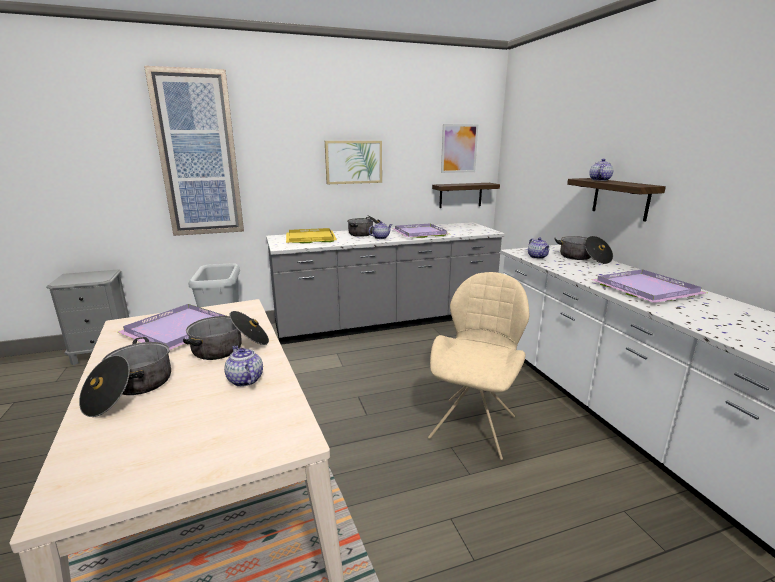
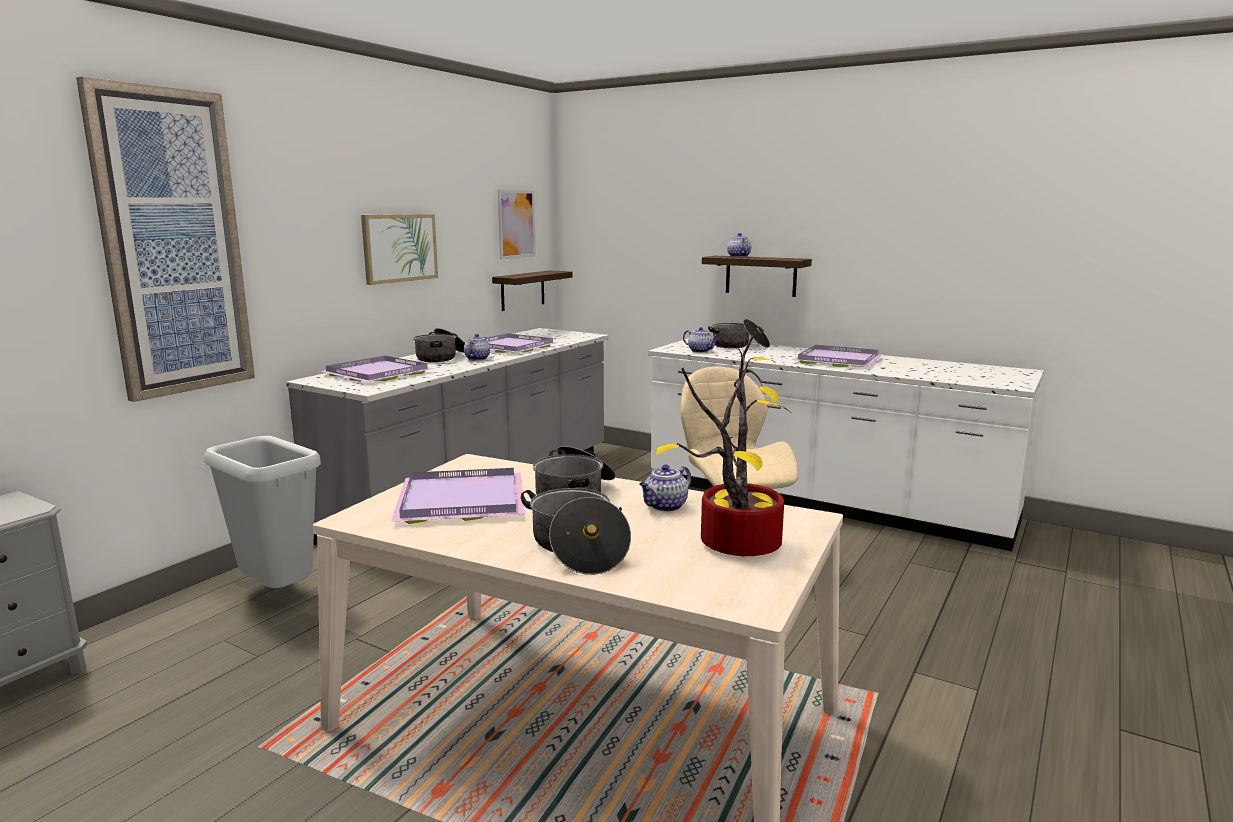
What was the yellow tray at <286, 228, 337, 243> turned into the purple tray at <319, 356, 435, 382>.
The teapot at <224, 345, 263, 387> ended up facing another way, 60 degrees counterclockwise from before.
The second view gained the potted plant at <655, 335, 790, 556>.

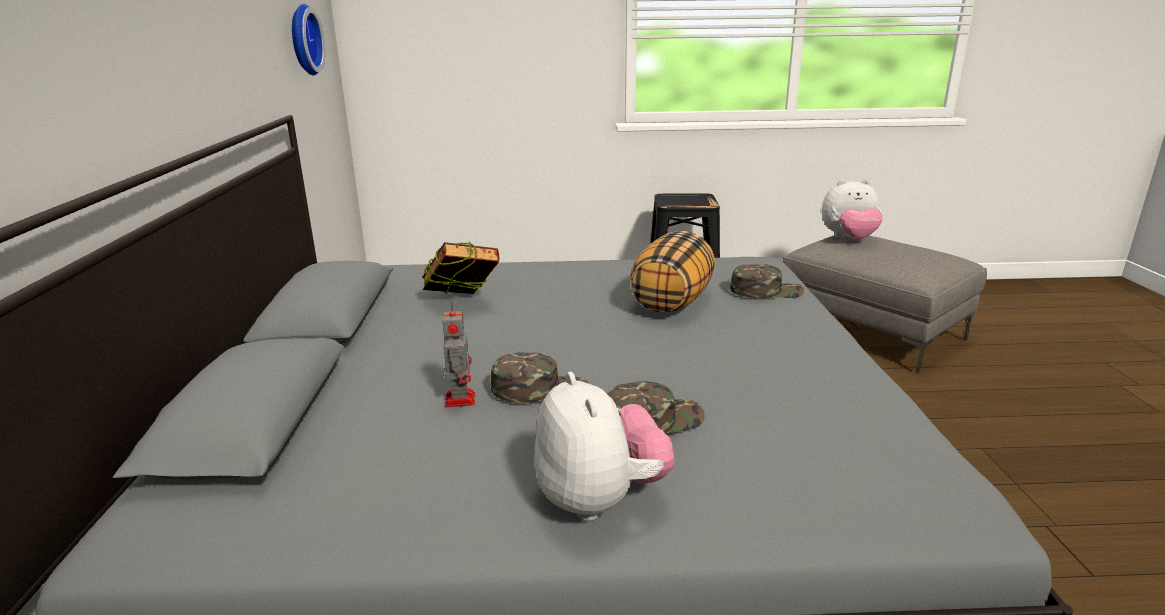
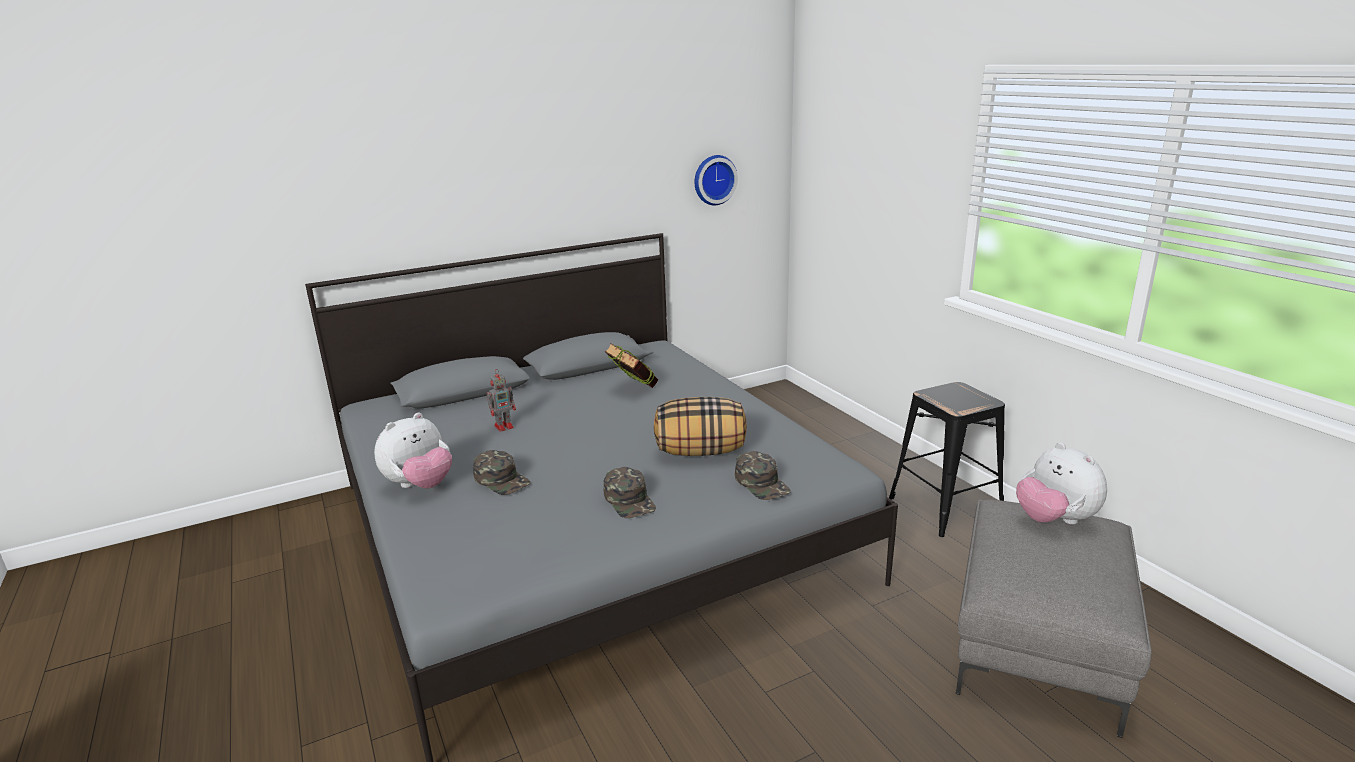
The green cap ended up elsewhere, having gone from <491, 352, 588, 403> to <603, 467, 656, 518>.

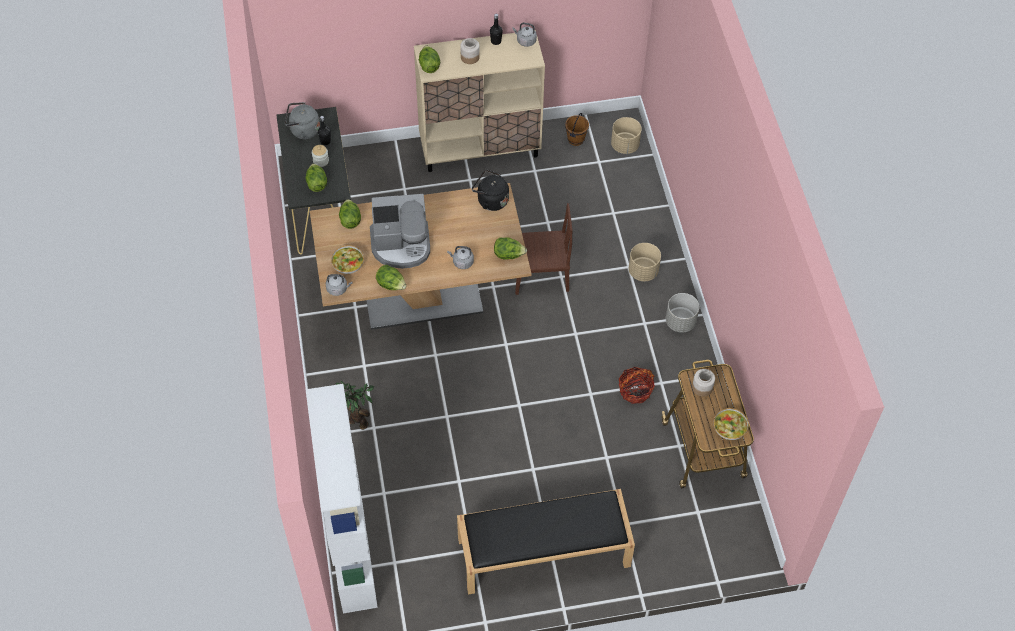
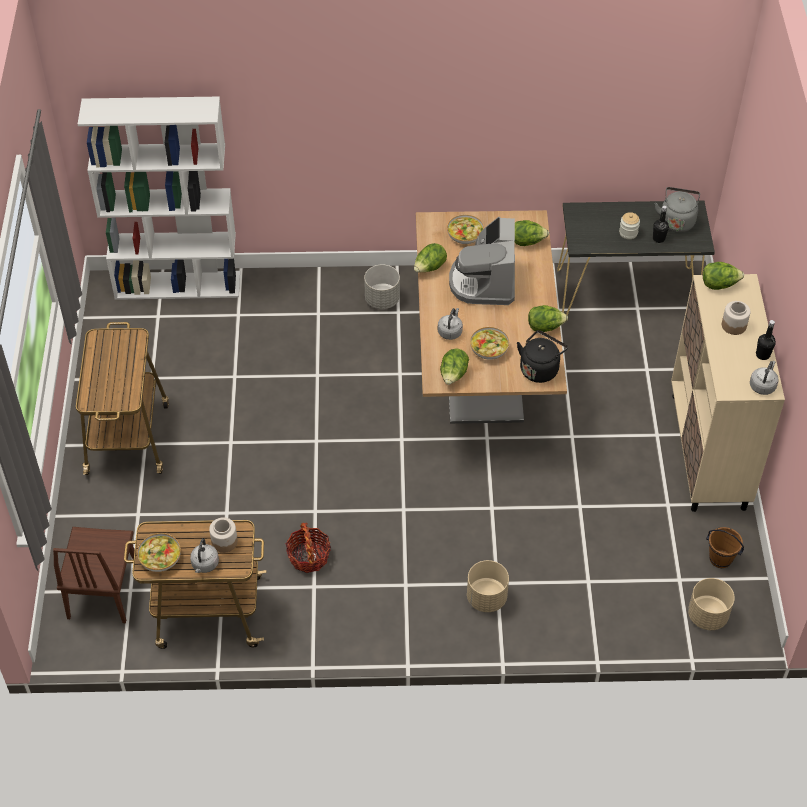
The lettuce ended up elsewhere, having gone from <305, 163, 327, 192> to <528, 305, 568, 332>.
The brown chair ended up elsewhere, having gone from <515, 203, 573, 295> to <53, 527, 135, 623>.
The grey kettle ended up elsewhere, having gone from <325, 274, 353, 296> to <190, 538, 219, 573>.
The grey planter ended up elsewhere, having gone from <666, 293, 699, 333> to <364, 264, 400, 309>.
The second view lost the potted plant at <335, 381, 374, 430>.
Where the black bench stood at <457, 489, 635, 595>, the cart came to stand at <76, 322, 169, 475>.
The second view gained the bowl at <470, 327, 509, 360>.

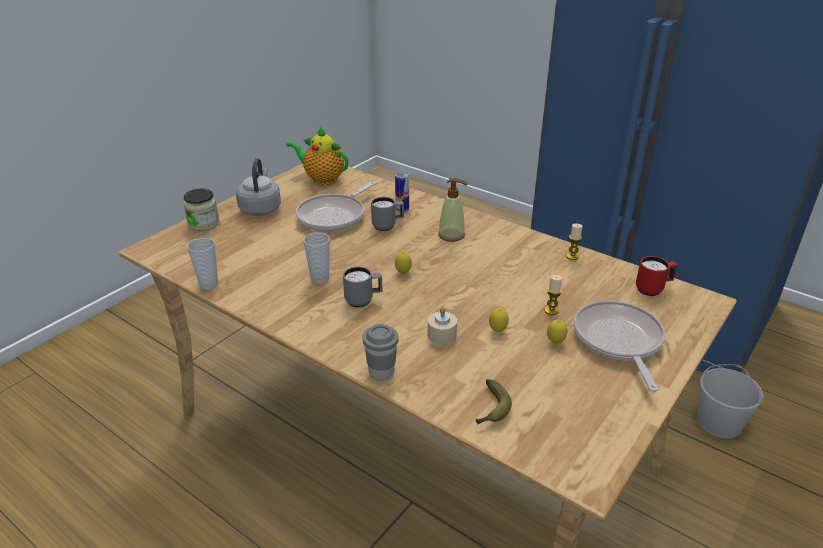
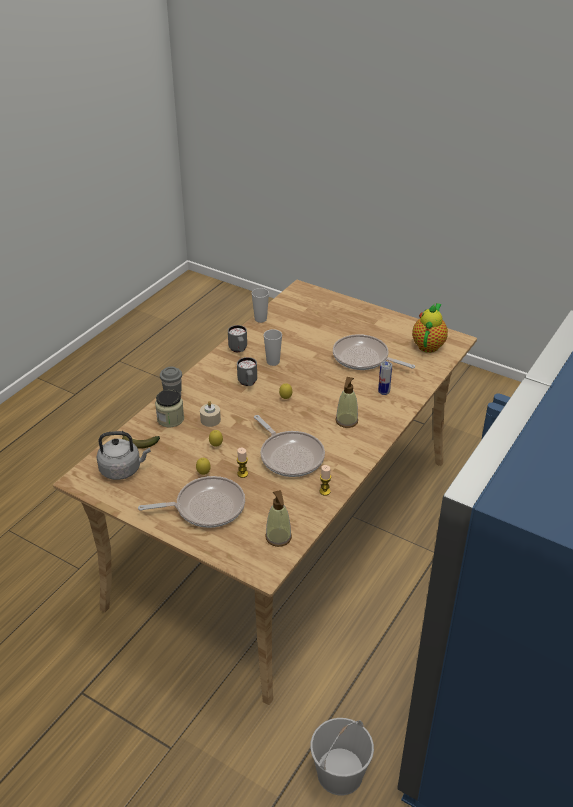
The grey kettle ended up elsewhere, having gone from <236, 158, 281, 216> to <97, 431, 151, 480>.
The jar ended up elsewhere, having gone from <183, 189, 220, 231> to <155, 389, 184, 427>.
The grey mug ended up elsewhere, having gone from <371, 197, 404, 231> to <228, 325, 247, 352>.
Where the red mug stood at <636, 256, 677, 296>, the soap dispenser came to stand at <265, 490, 292, 547>.
The second view gained the frying pan at <254, 415, 325, 477>.

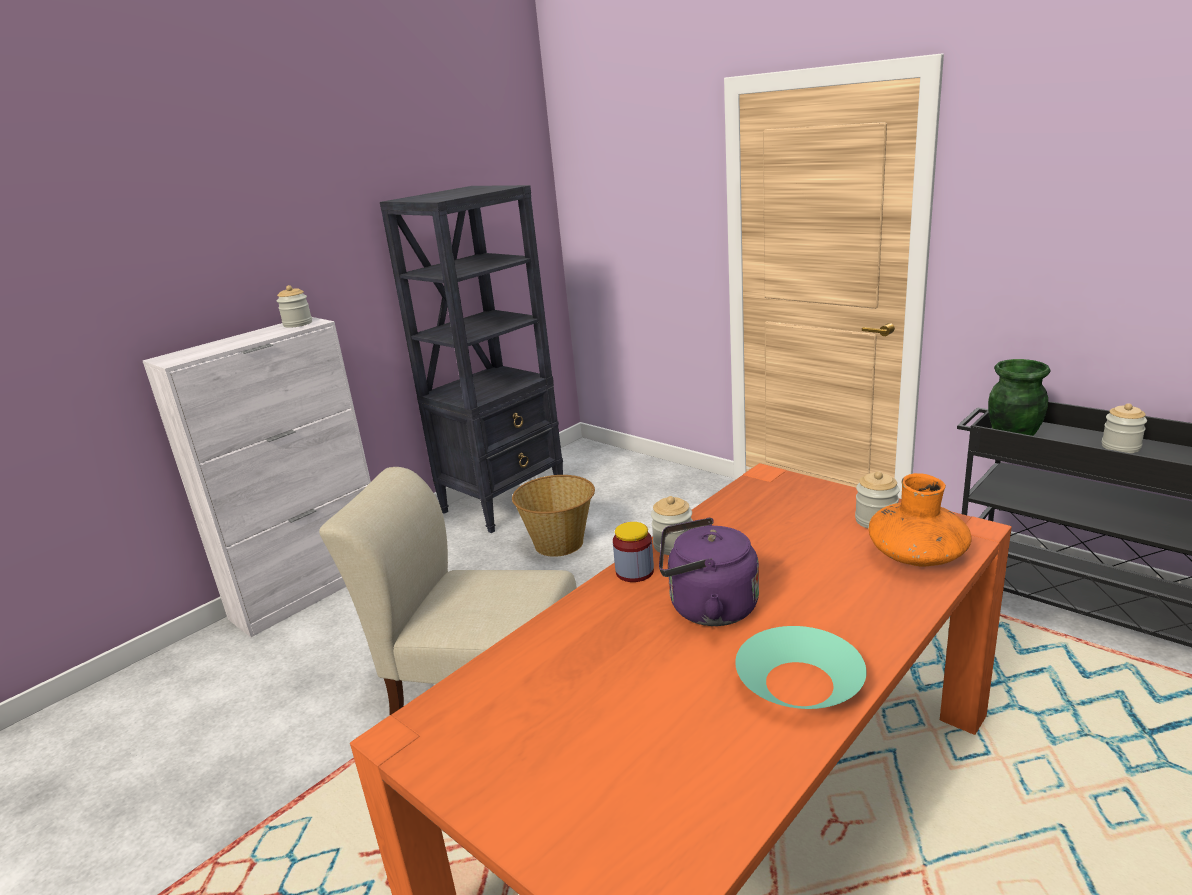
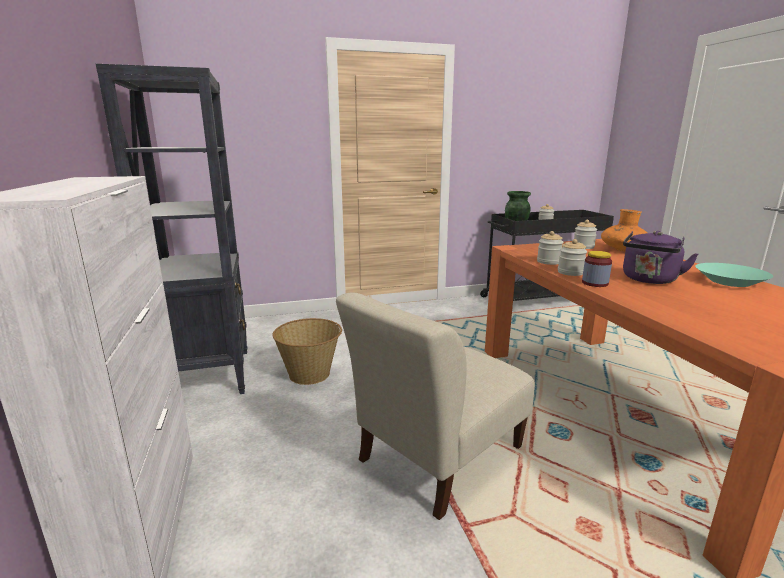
The jar ended up elsewhere, having gone from <277, 285, 312, 328> to <537, 231, 564, 265>.

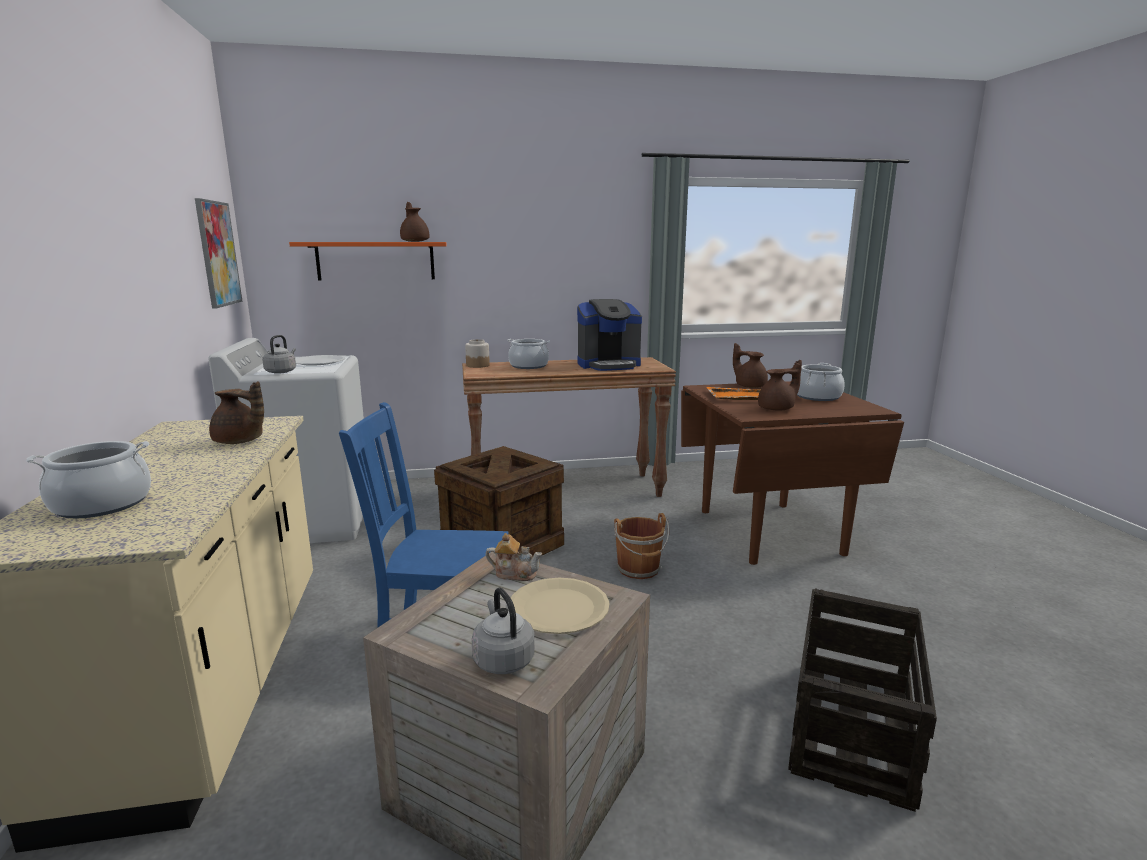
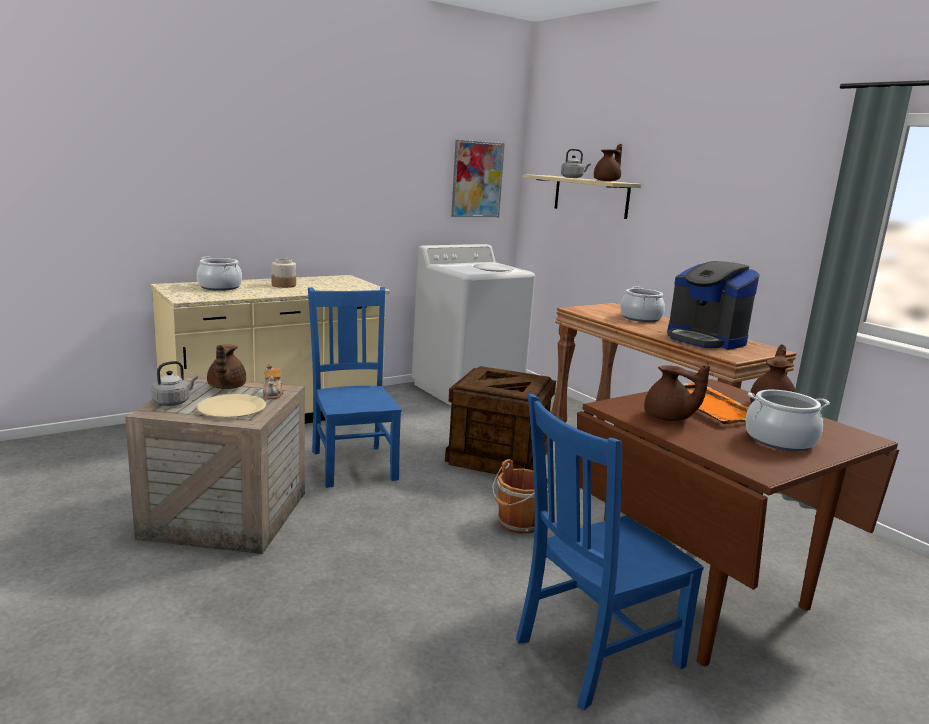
What was the orange shelf at <289, 242, 447, 280> turned into the beige shelf at <523, 174, 641, 219>.
The grey kettle ended up elsewhere, having gone from <262, 335, 296, 374> to <561, 149, 591, 178>.
The jar ended up elsewhere, having gone from <465, 339, 490, 368> to <271, 258, 296, 288>.
The brown teapot ended up elsewhere, having gone from <209, 381, 264, 444> to <207, 344, 246, 389>.
The second view lost the crate at <788, 588, 937, 812>.
The second view gained the blue chair at <516, 394, 704, 710>.

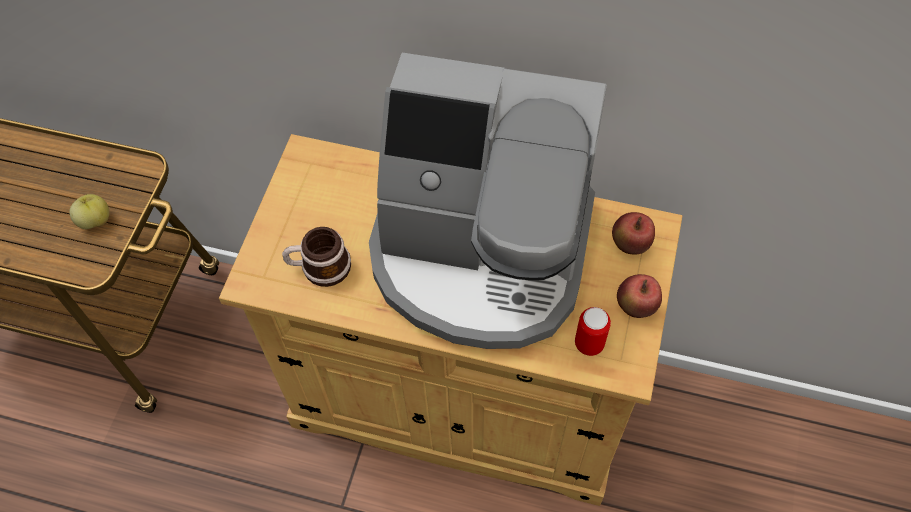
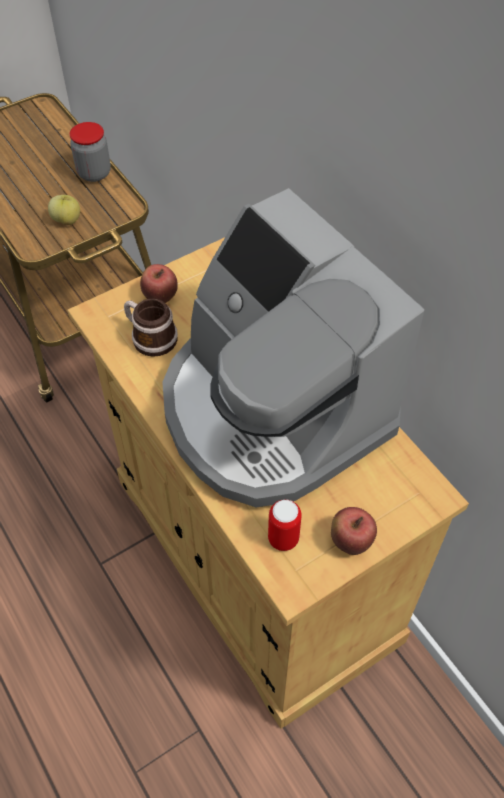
The apple ended up elsewhere, having gone from <612, 212, 655, 254> to <140, 264, 178, 303>.
The second view gained the jar at <70, 122, 111, 182>.

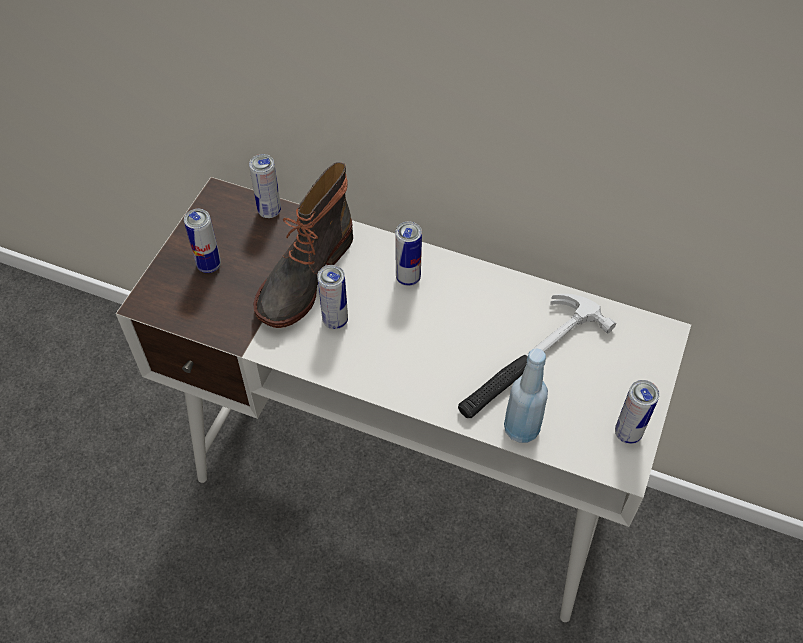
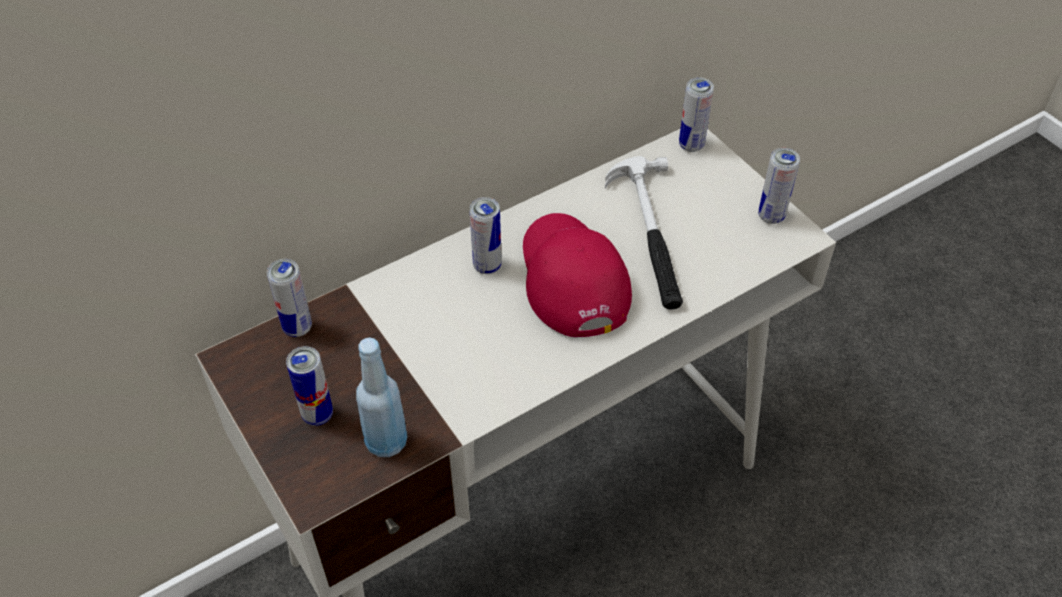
The second view lost the boot at <253, 162, 353, 328>.
The can ended up elsewhere, having gone from <317, 265, 348, 329> to <679, 77, 714, 152>.
The blue bottle ended up elsewhere, having gone from <504, 348, 548, 443> to <356, 338, 408, 457>.
The second view gained the red cap at <523, 213, 632, 337>.

